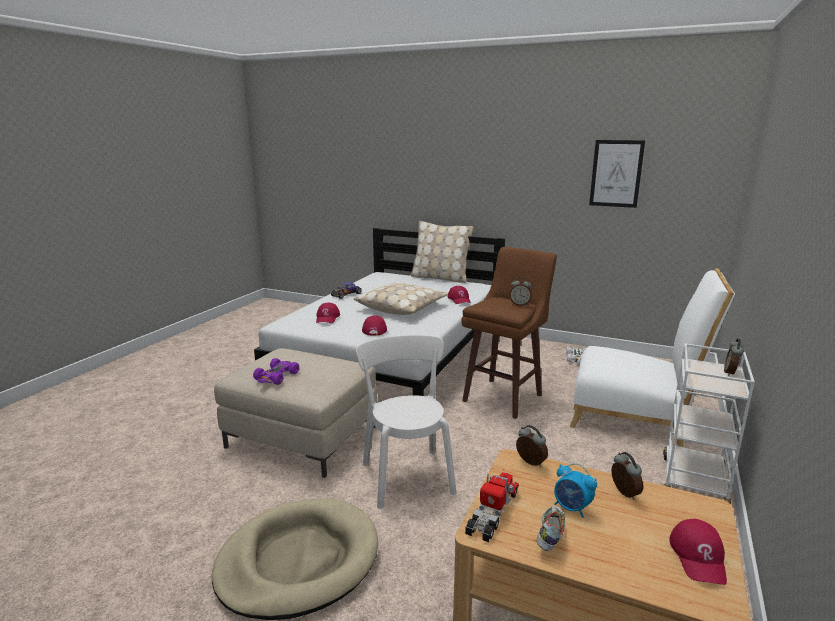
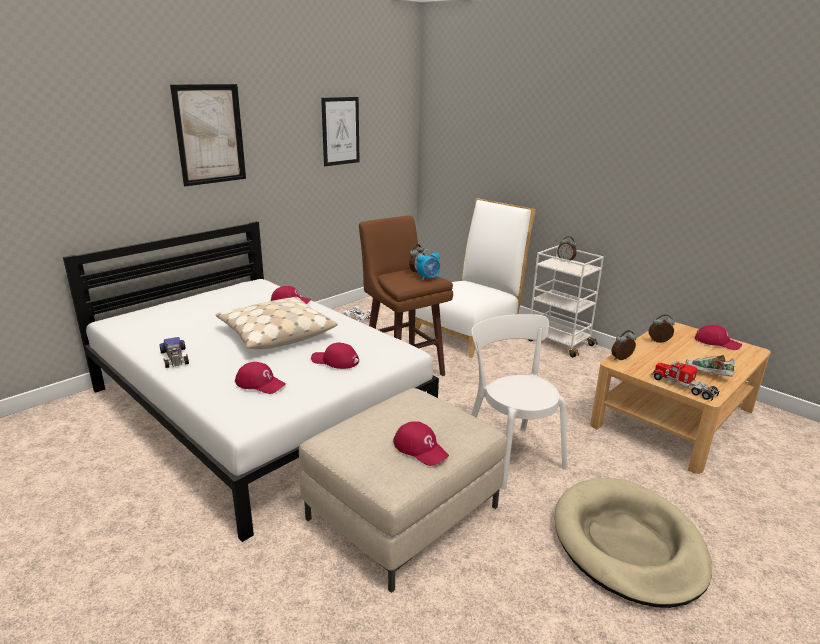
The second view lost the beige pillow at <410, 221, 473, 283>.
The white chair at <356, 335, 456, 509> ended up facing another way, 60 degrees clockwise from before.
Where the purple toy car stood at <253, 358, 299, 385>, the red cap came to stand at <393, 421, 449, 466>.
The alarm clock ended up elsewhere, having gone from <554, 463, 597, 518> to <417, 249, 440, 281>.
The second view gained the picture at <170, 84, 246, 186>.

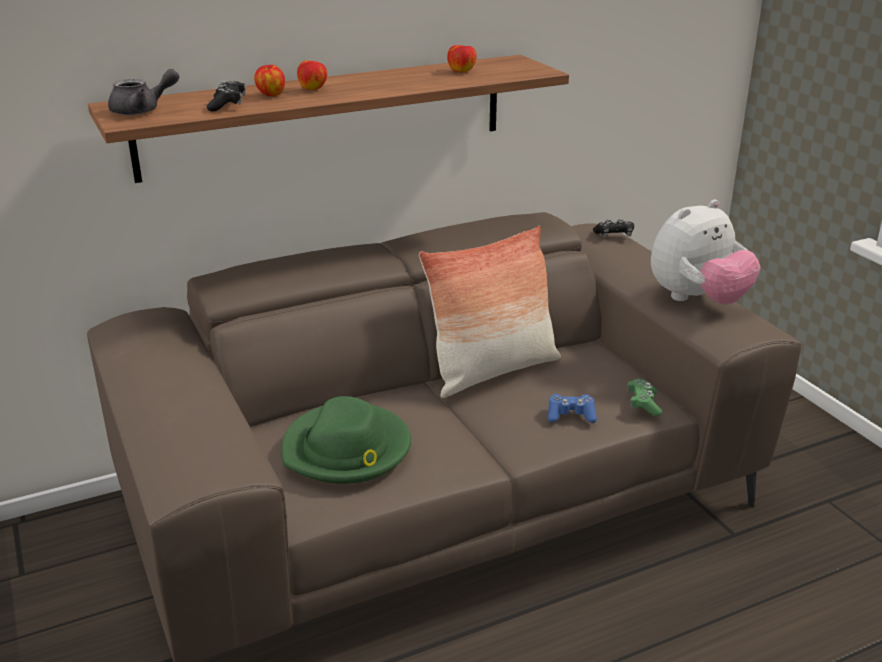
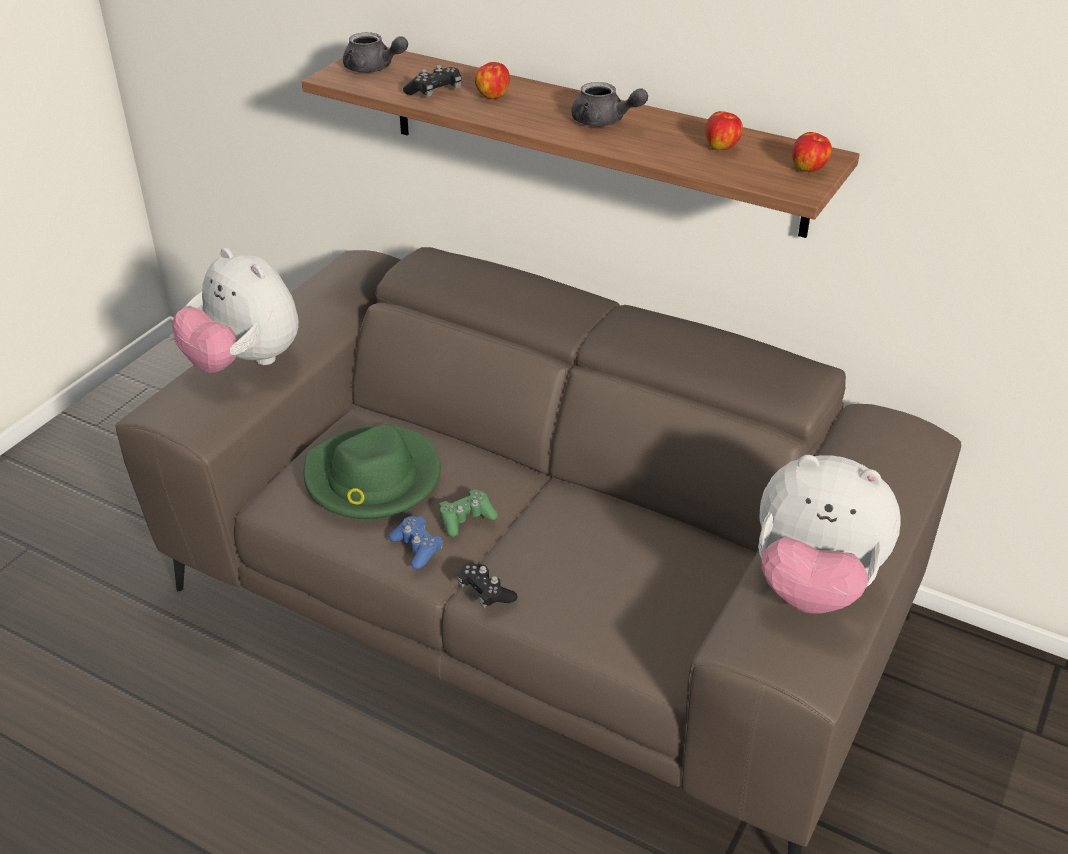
The apple ended up elsewhere, having gone from <297, 61, 327, 90> to <792, 132, 832, 172>.
The black game controller ended up elsewhere, having gone from <593, 218, 634, 237> to <457, 564, 517, 608>.
The second view lost the pillow at <419, 226, 561, 398>.
The green game controller ended up elsewhere, having gone from <627, 379, 662, 416> to <439, 489, 498, 537>.
The blue game controller ended up elsewhere, having gone from <548, 394, 597, 423> to <389, 516, 443, 569>.
The second view gained the grey teapot at <571, 82, 648, 126>.
The second view gained the plush toy at <172, 248, 299, 373>.

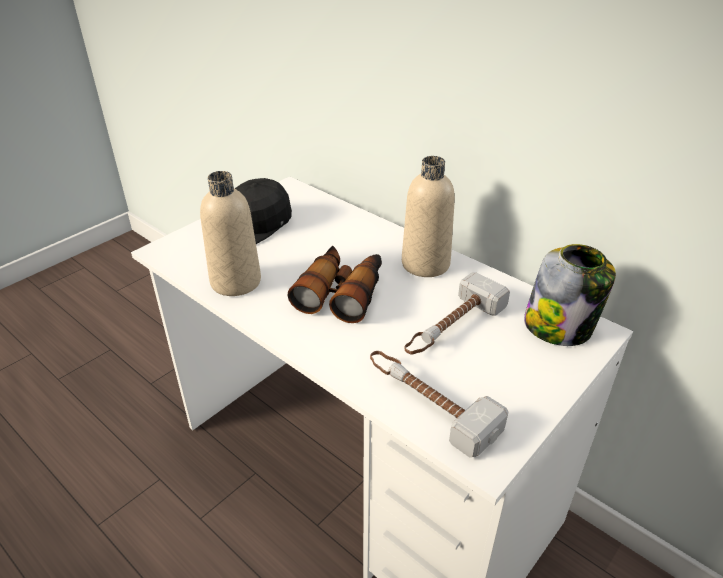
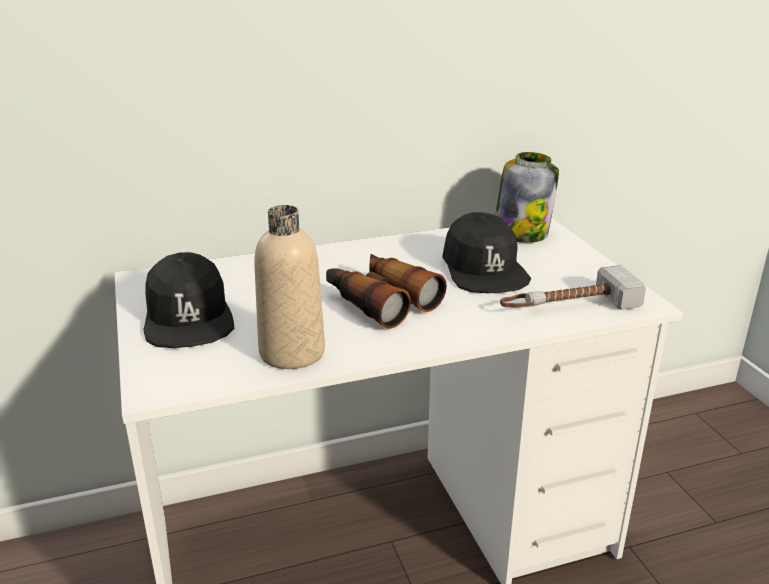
The second view lost the beige bottle at <402, 156, 455, 277>.
Where the hammer stood at <404, 272, 510, 355>, the black cap came to stand at <442, 212, 531, 293>.

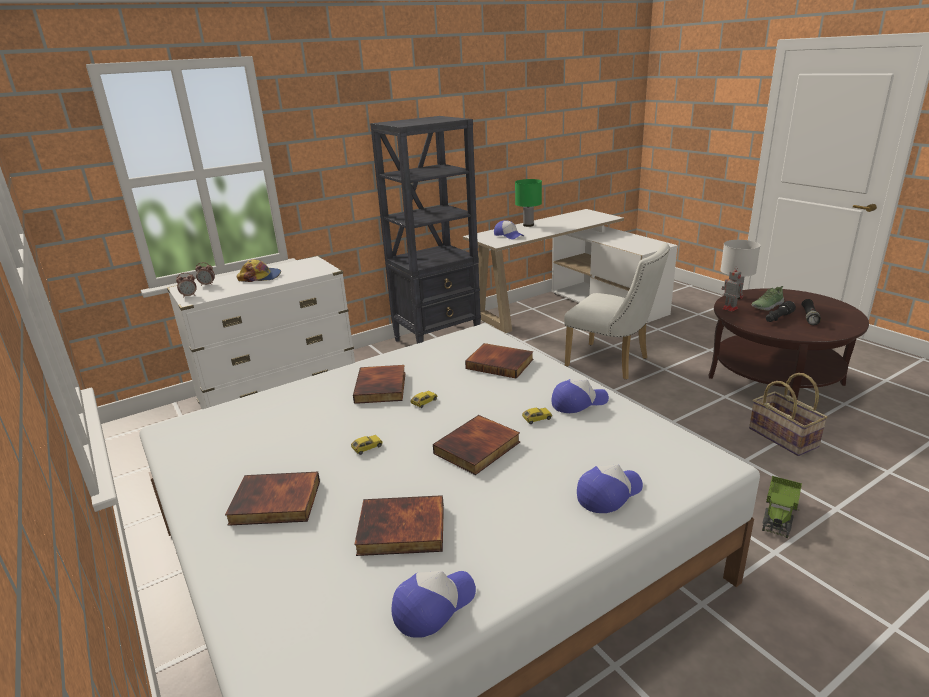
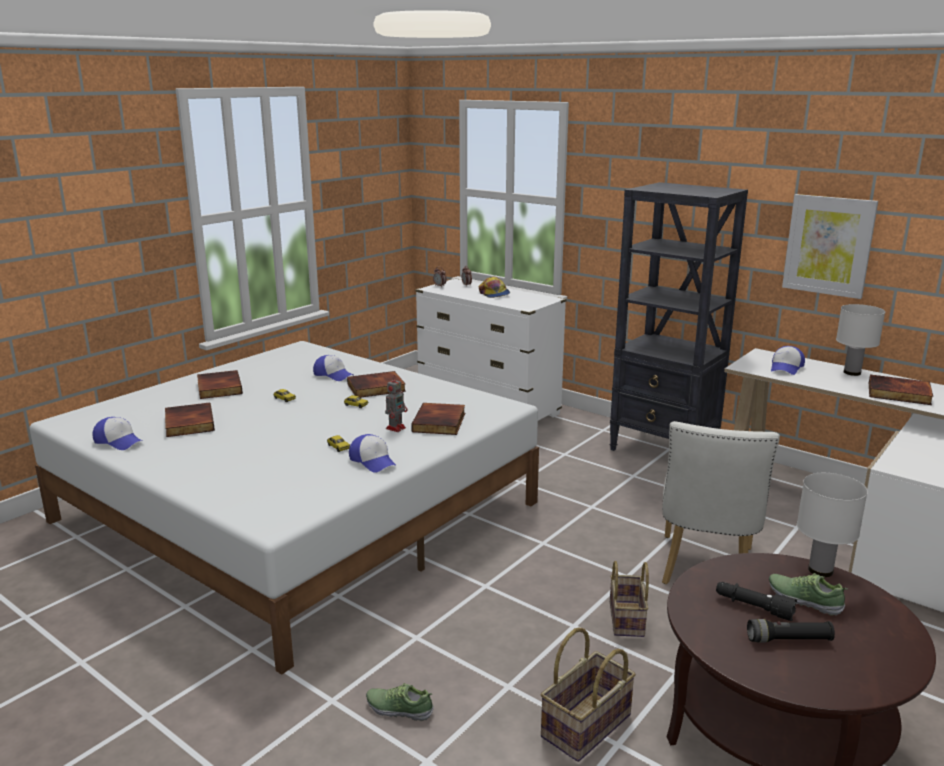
What was the green table lamp at <515, 179, 542, 227> turned into the white table lamp at <836, 304, 885, 376>.
The toy robot ended up elsewhere, having gone from <722, 269, 743, 312> to <385, 375, 408, 432>.
The book ended up elsewhere, having gone from <433, 415, 520, 475> to <869, 375, 933, 405>.
The cap ended up elsewhere, having gone from <577, 464, 643, 513> to <313, 355, 353, 381>.
Where the toy truck stood at <762, 476, 802, 538>, the shoe came to stand at <366, 683, 434, 721>.
The second view gained the picture at <782, 194, 878, 299>.
The second view gained the basket at <610, 561, 649, 637>.

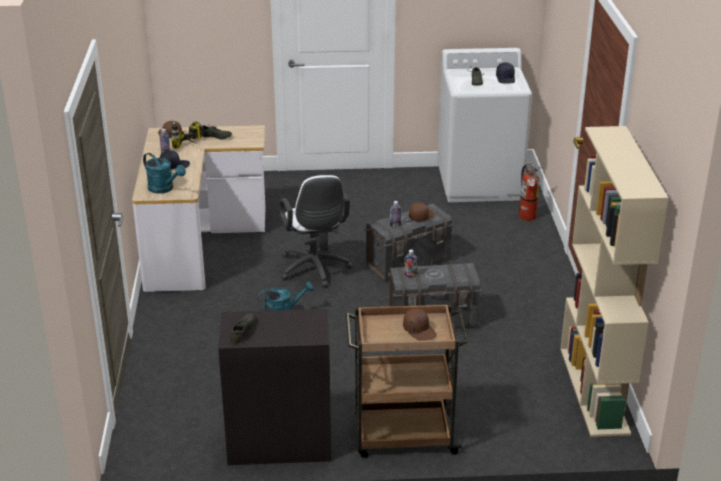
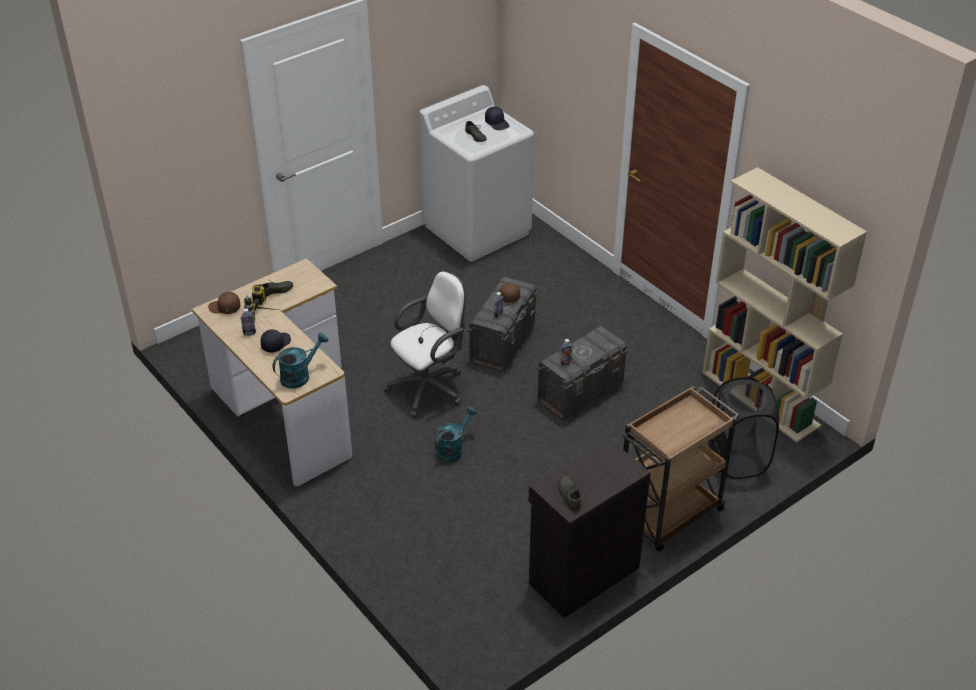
The turquoise watering can at <143, 153, 186, 194> ended up facing another way, 45 degrees counterclockwise from before.
The second view lost the fire extinguisher at <519, 164, 542, 221>.
The white office chair at <279, 175, 352, 288> ended up facing another way, 75 degrees counterclockwise from before.
The second view lost the brown cap at <403, 308, 437, 341>.
The second view gained the black laundry basket at <708, 377, 779, 479>.

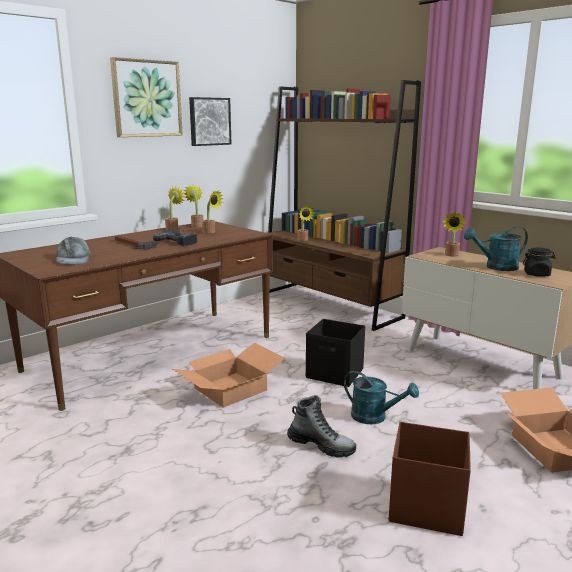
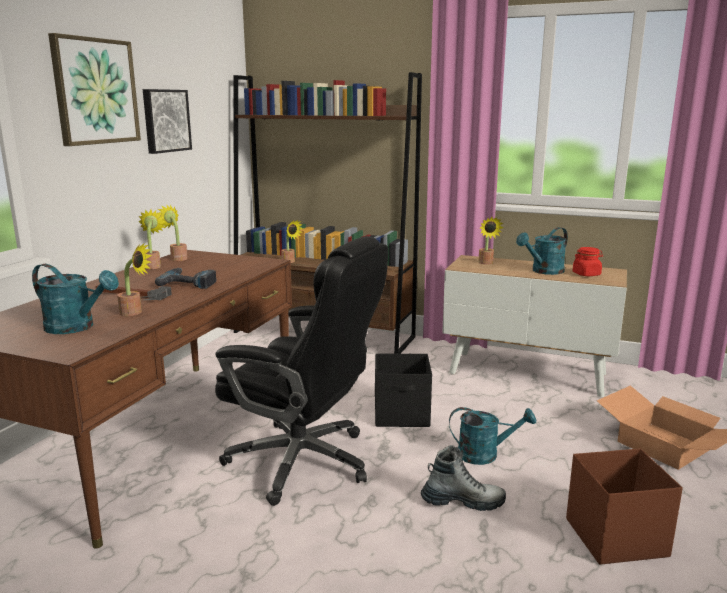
The potted plant ended up elsewhere, having gone from <202, 190, 224, 234> to <117, 243, 152, 316>.
Where the grey cap stood at <56, 237, 91, 265>, the turquoise watering can came to stand at <32, 264, 119, 334>.
What was the black jar at <523, 247, 556, 277> turned into the red jar at <573, 247, 603, 276>.
Where the cardboard box stood at <173, 343, 285, 408>, the black office chair came to stand at <215, 236, 388, 506>.

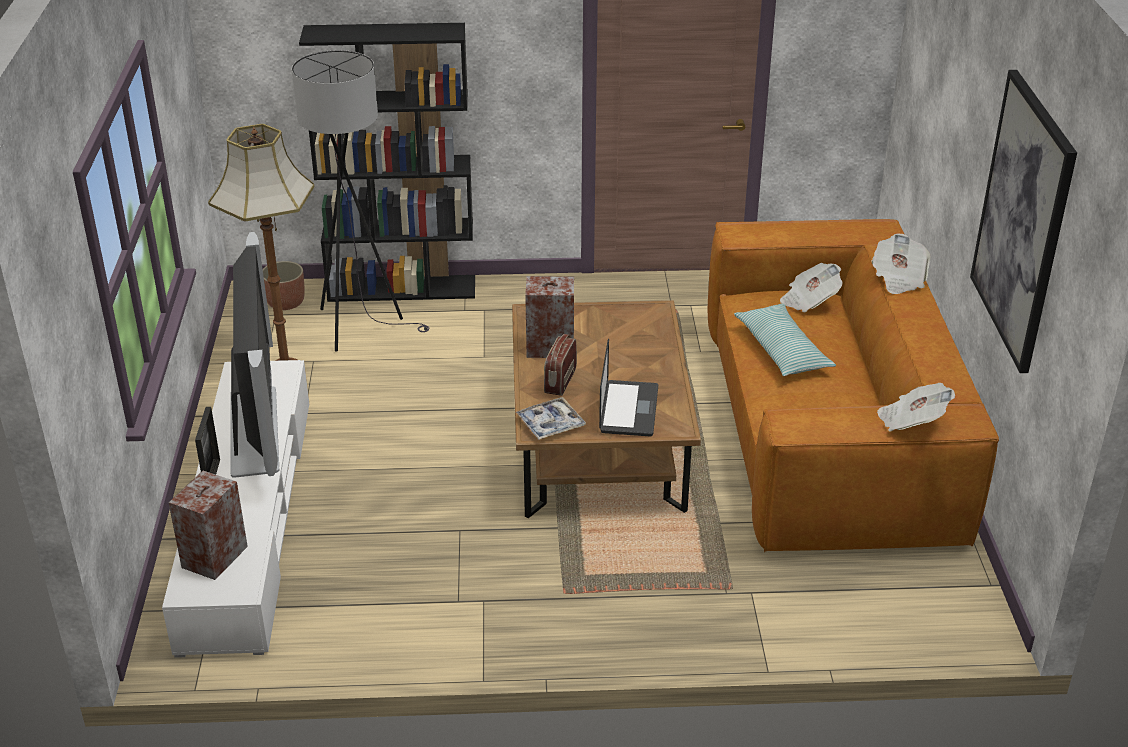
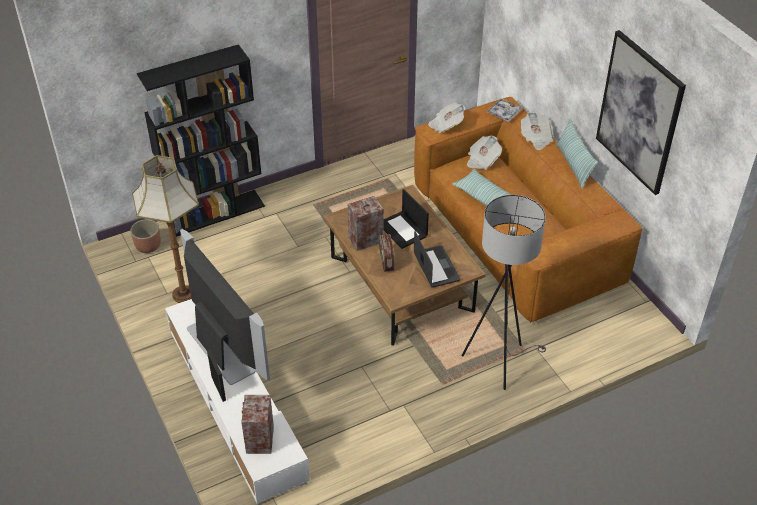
The grey floor lamp ended up elsewhere, having gone from <292, 50, 429, 351> to <461, 195, 546, 390>.
The newspaper ended up elsewhere, having gone from <877, 383, 955, 431> to <428, 102, 466, 133>.
The tray ended up elsewhere, having gone from <515, 397, 586, 440> to <486, 98, 523, 122>.
The second view gained the pillow at <556, 119, 598, 189>.
The second view gained the laptop at <384, 189, 429, 249>.

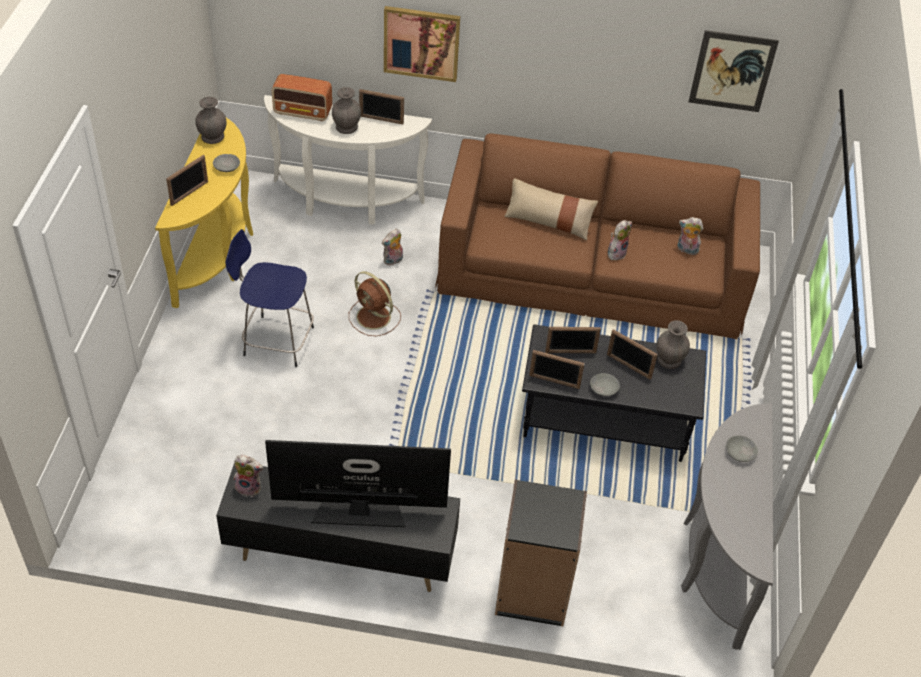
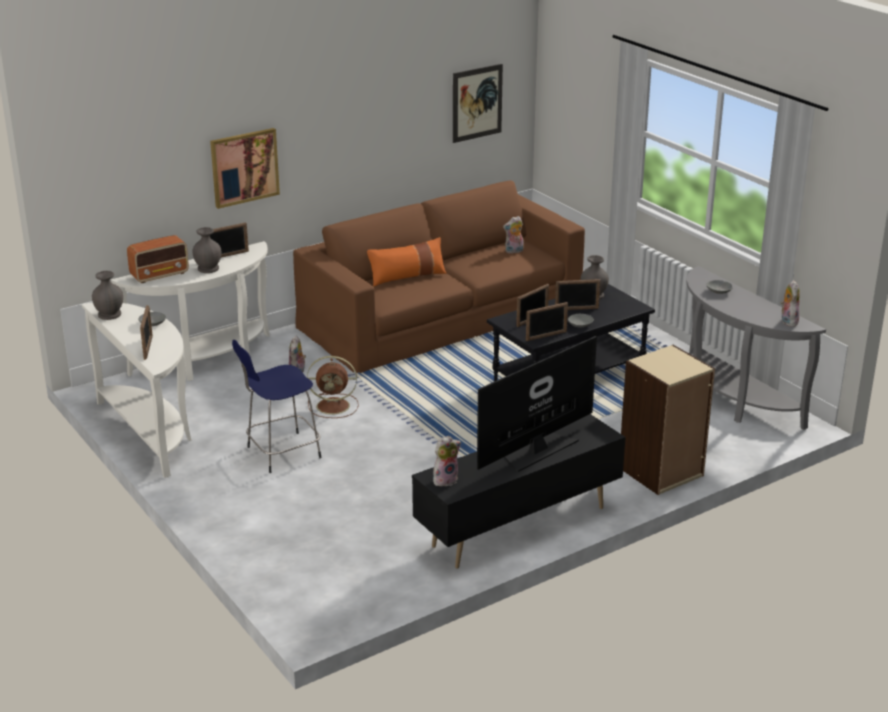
What was the yellow console table at <155, 118, 253, 308> turned into the white console table at <82, 302, 192, 478>.
What was the beige pillow at <504, 179, 598, 240> turned into the orange pillow at <367, 237, 447, 287>.
The plush toy ended up elsewhere, having gone from <608, 220, 632, 260> to <780, 280, 800, 327>.
What was the black bookcase at <495, 479, 587, 626> turned into the beige bookcase at <621, 345, 715, 495>.

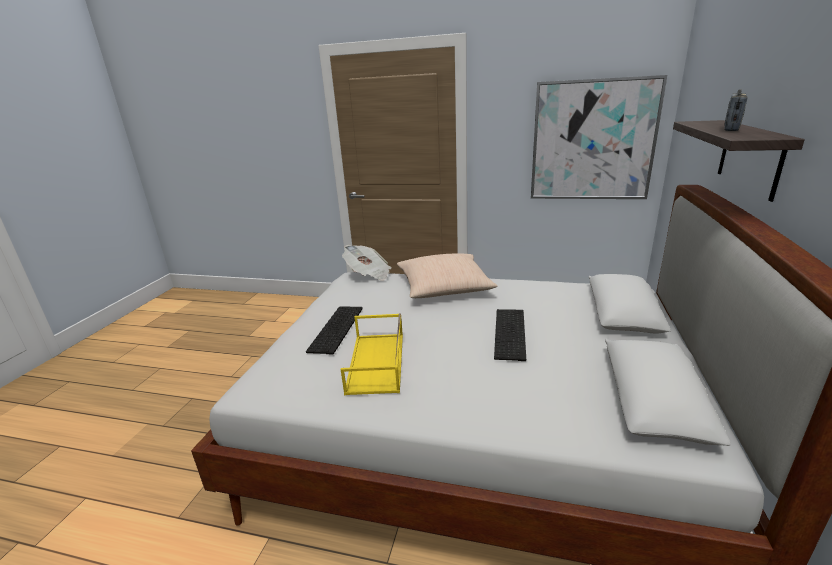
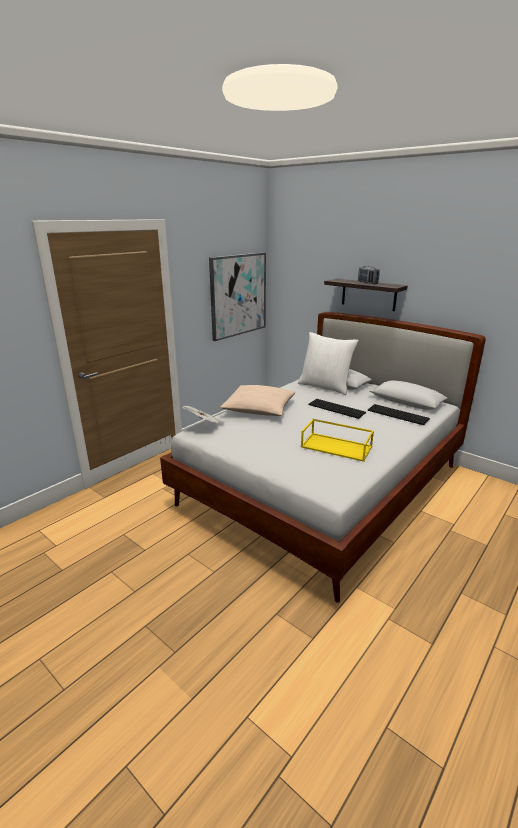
The keyboard ended up elsewhere, having gone from <306, 306, 363, 355> to <368, 404, 430, 425>.
The second view gained the white pillow at <298, 332, 359, 395>.

